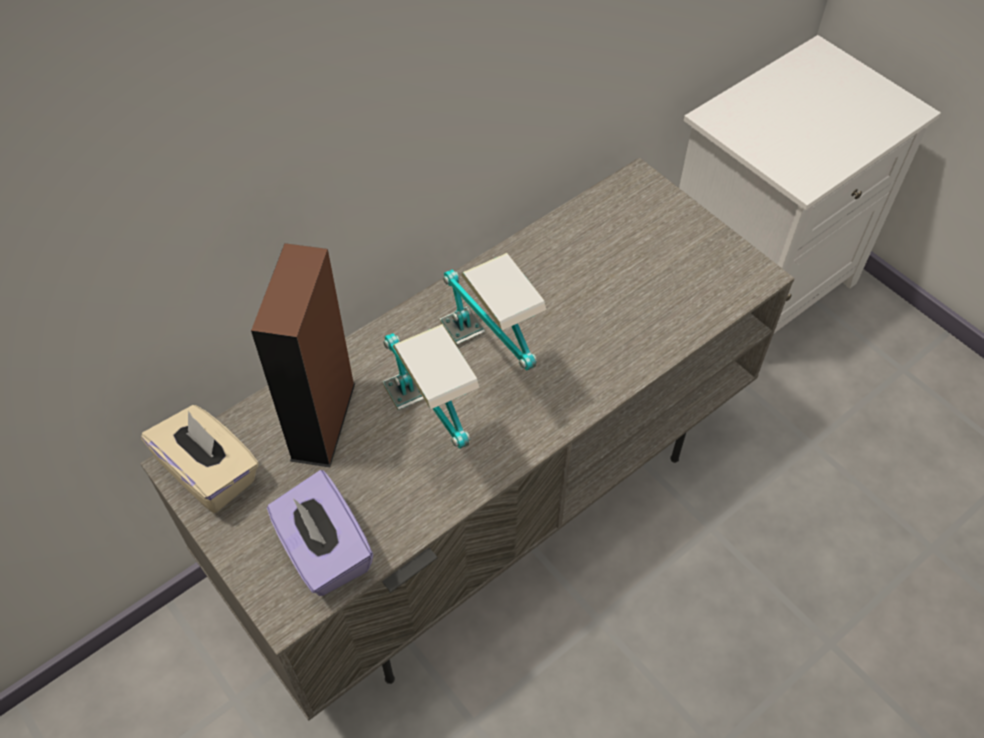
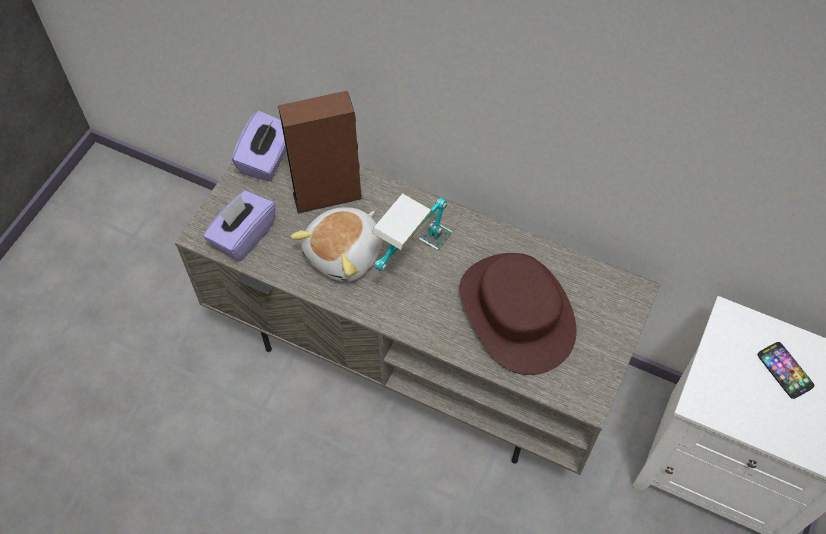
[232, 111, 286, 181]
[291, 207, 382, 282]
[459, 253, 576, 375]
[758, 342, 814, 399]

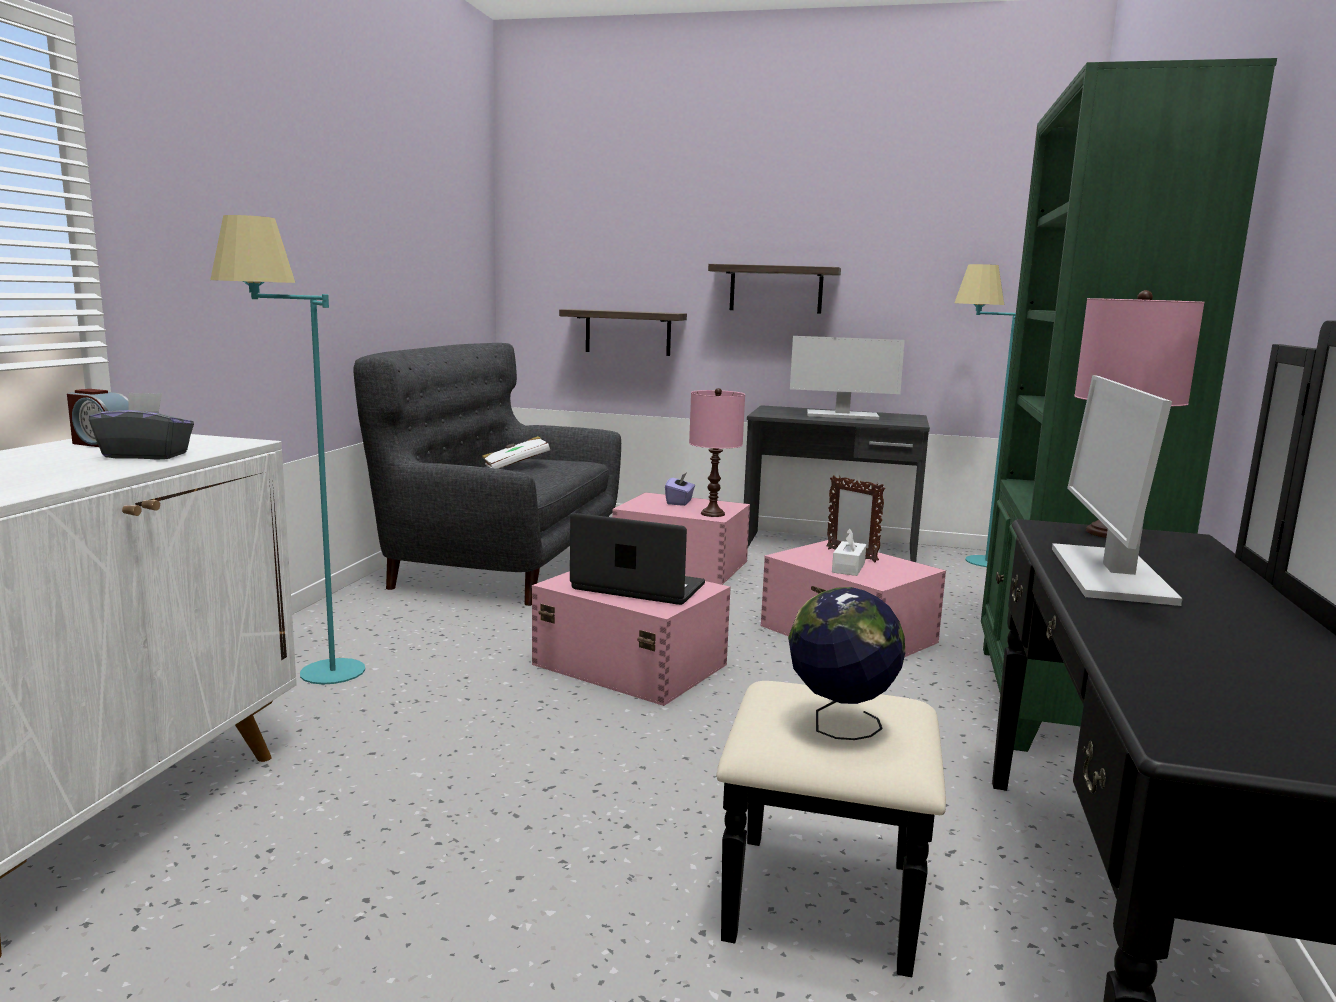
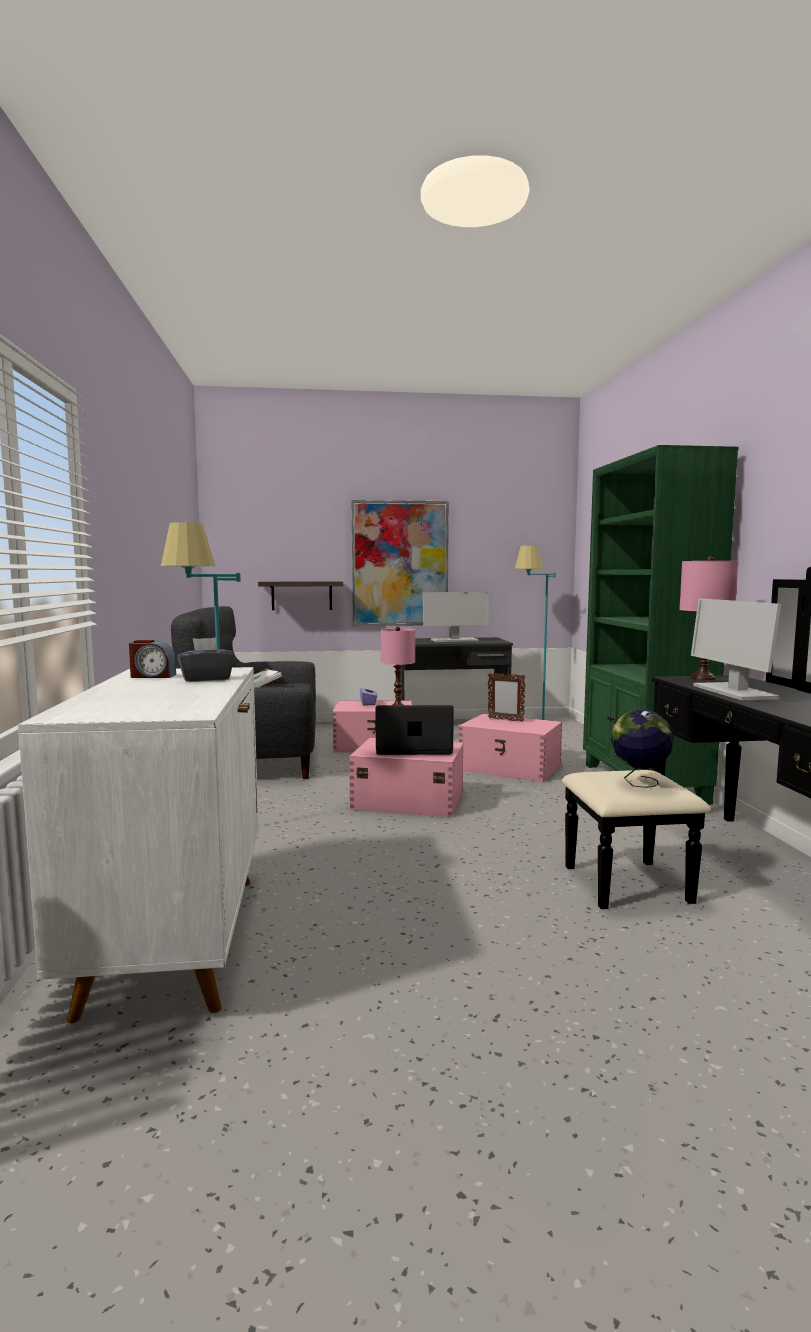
[352, 500, 449, 626]
[832, 528, 866, 576] (first image)

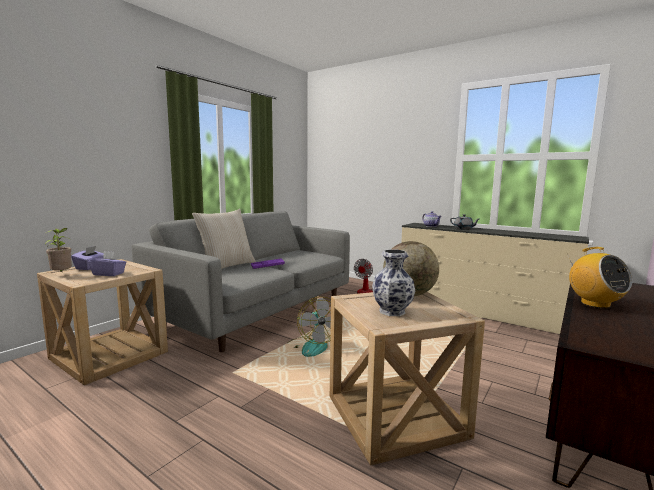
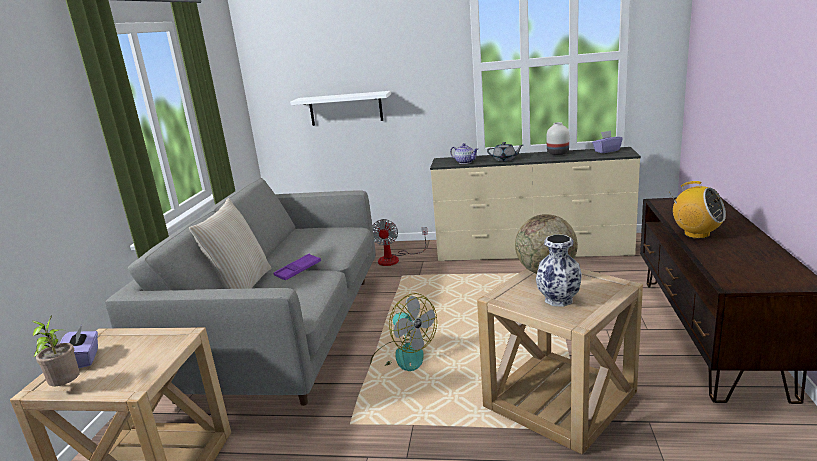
[290, 91, 391, 126]
[547, 122, 569, 155]
[592, 131, 623, 153]

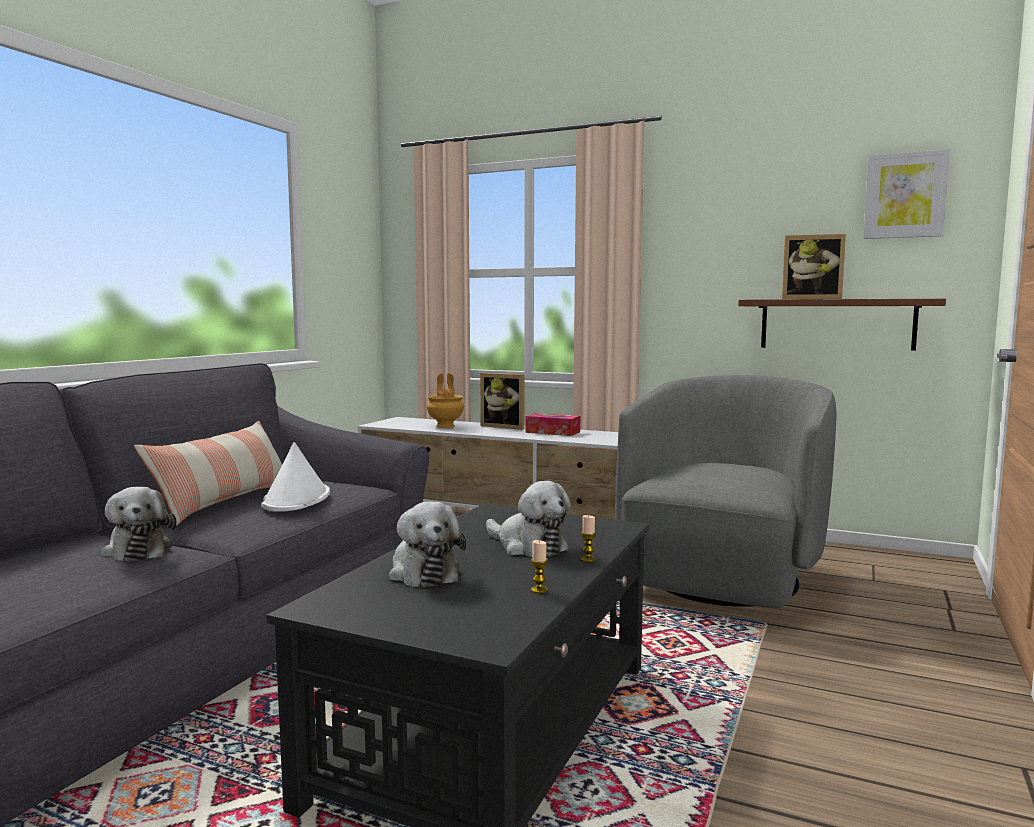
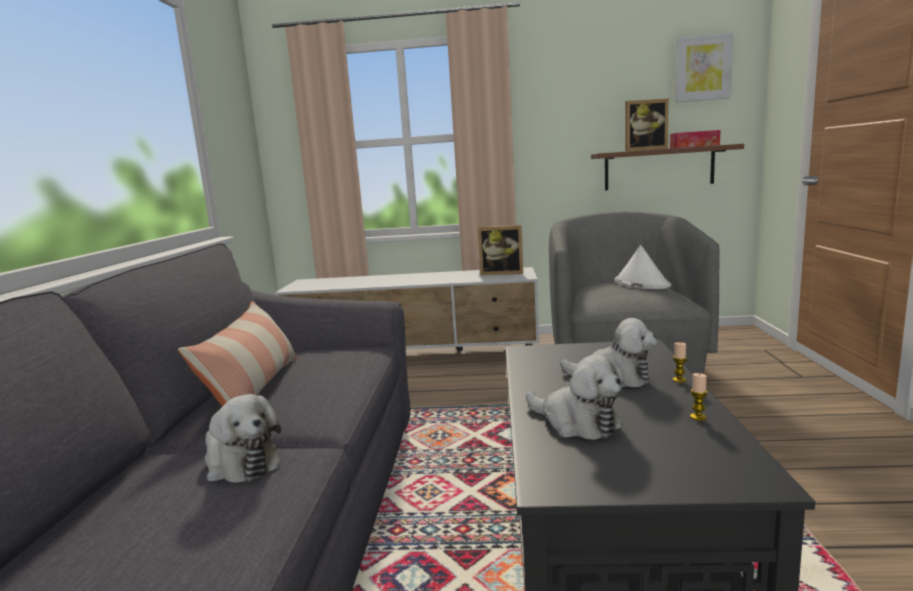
[478, 225, 523, 275]
[614, 245, 671, 289]
[670, 130, 720, 148]
[426, 373, 464, 428] (first image)

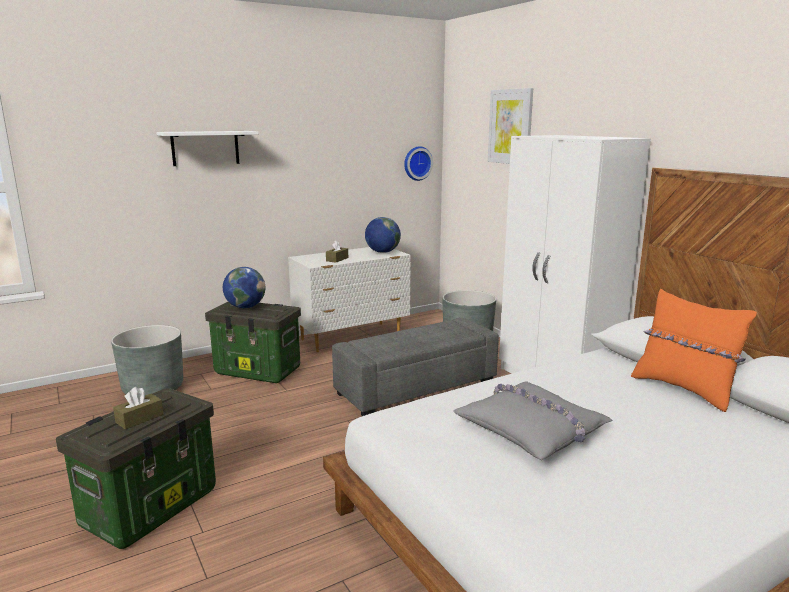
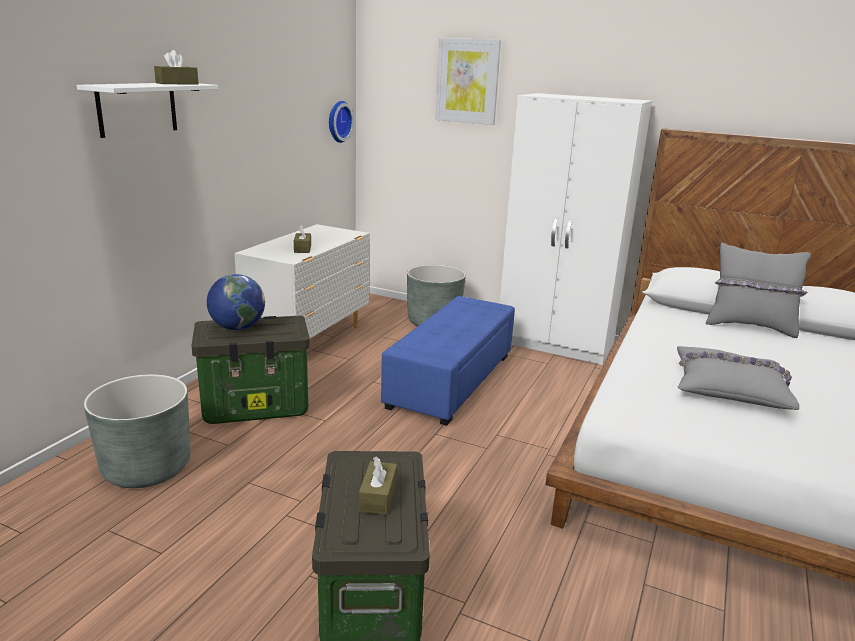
[154, 50, 199, 85]
[381, 296, 515, 426]
[706, 242, 811, 338]
[365, 217, 401, 253] (first image)

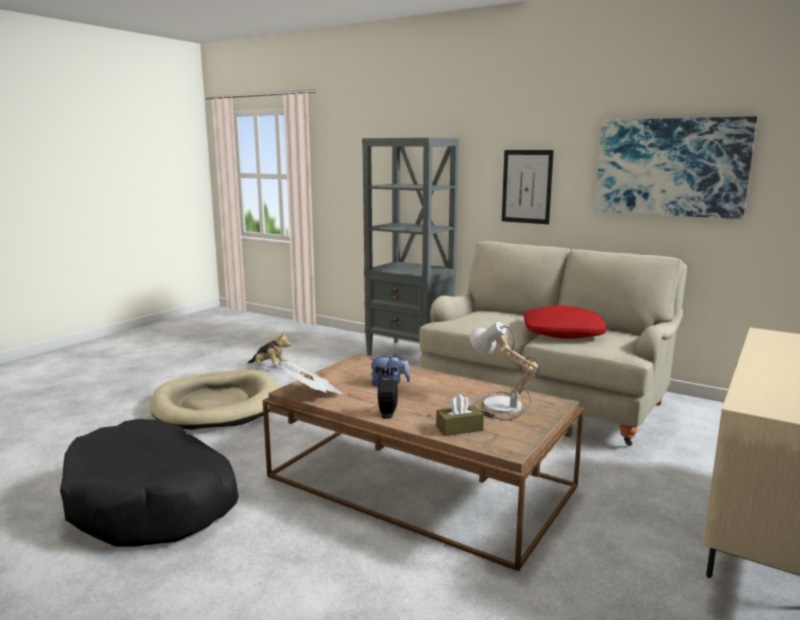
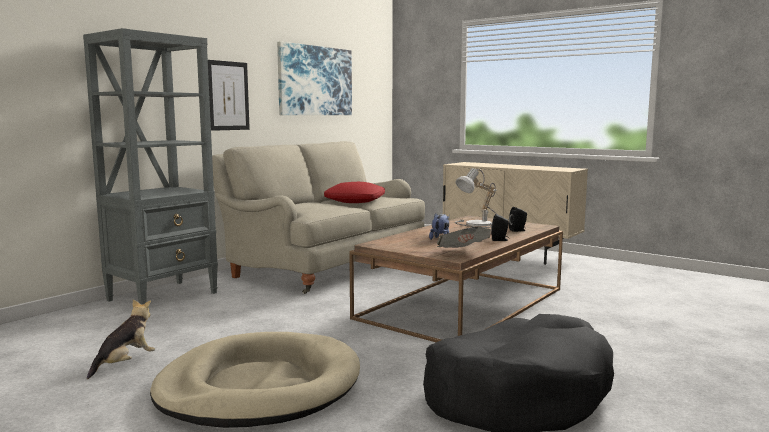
[509, 207, 527, 232]

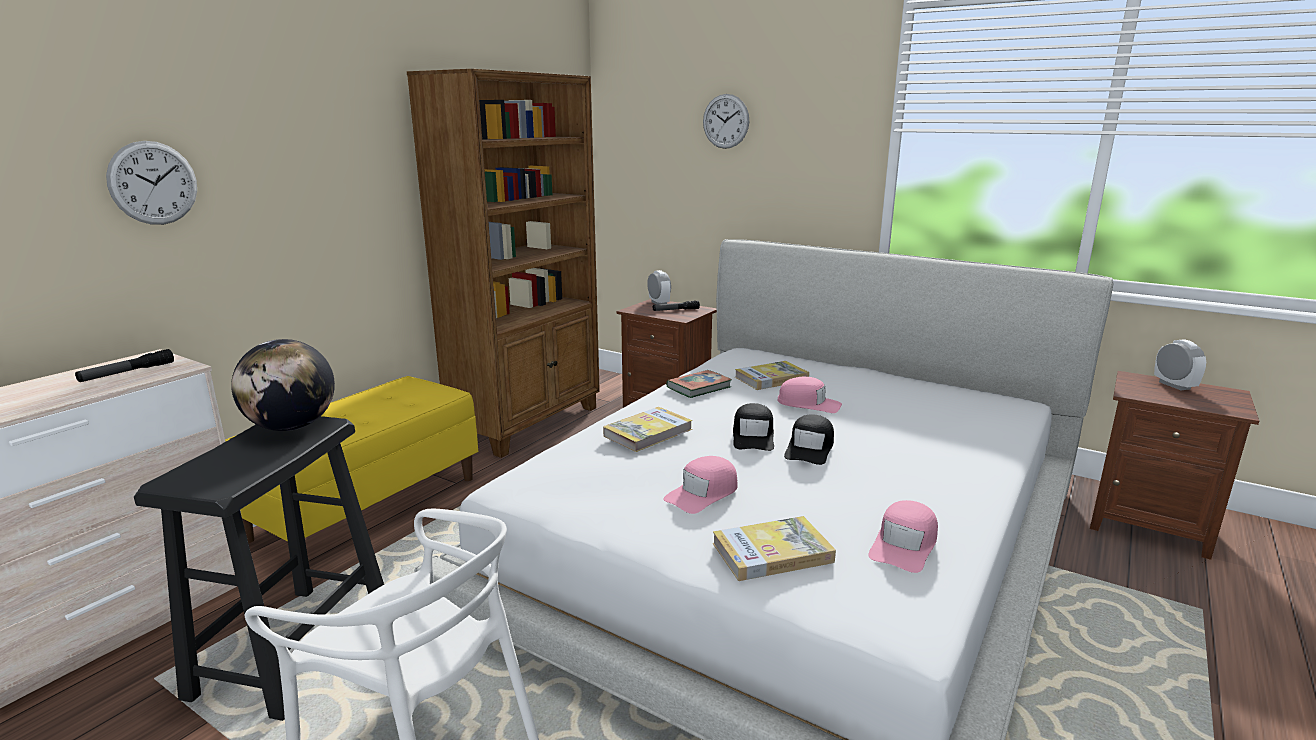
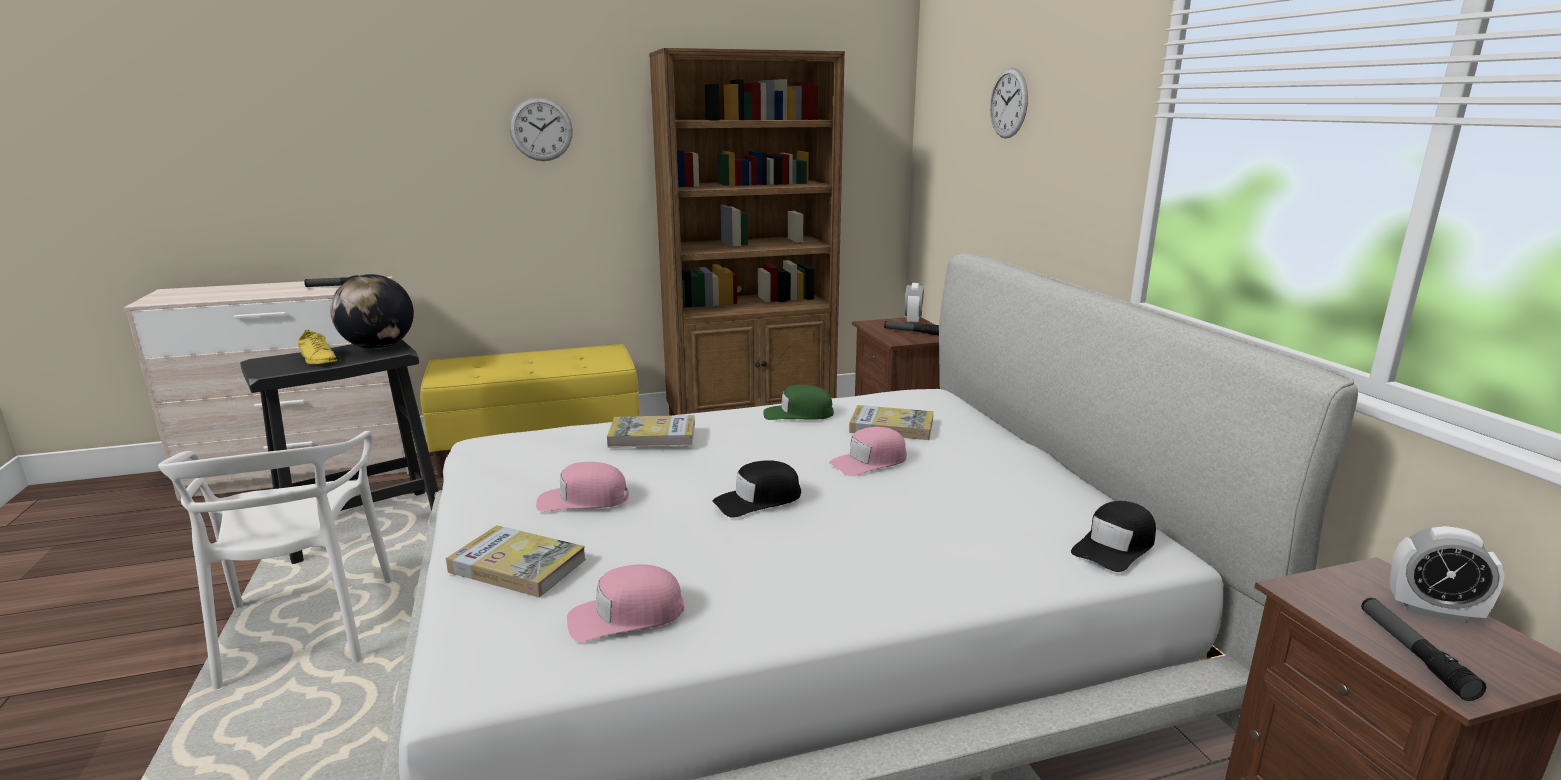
[298, 329, 337, 364]
[509, 97, 573, 161]
[764, 385, 834, 420]
[829, 427, 907, 476]
[1071, 501, 1156, 572]
[1361, 598, 1486, 701]
[1390, 526, 1505, 624]

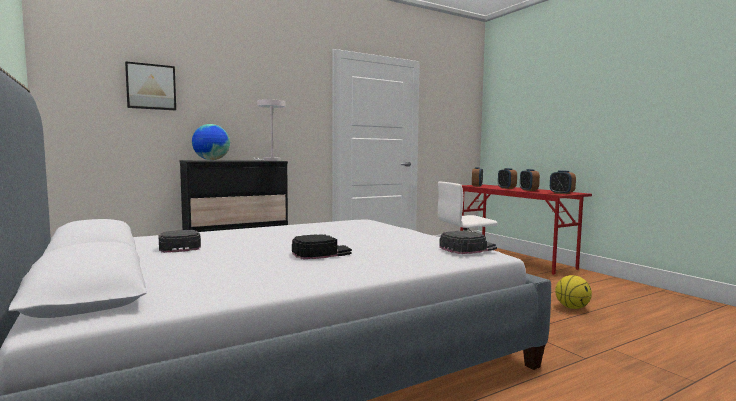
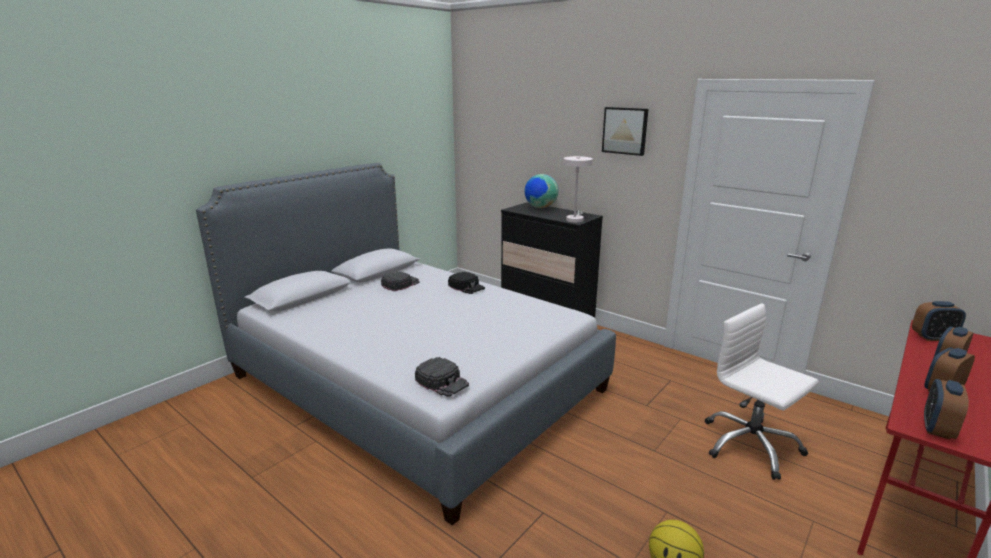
[448, 272, 485, 294]
[602, 107, 648, 156]

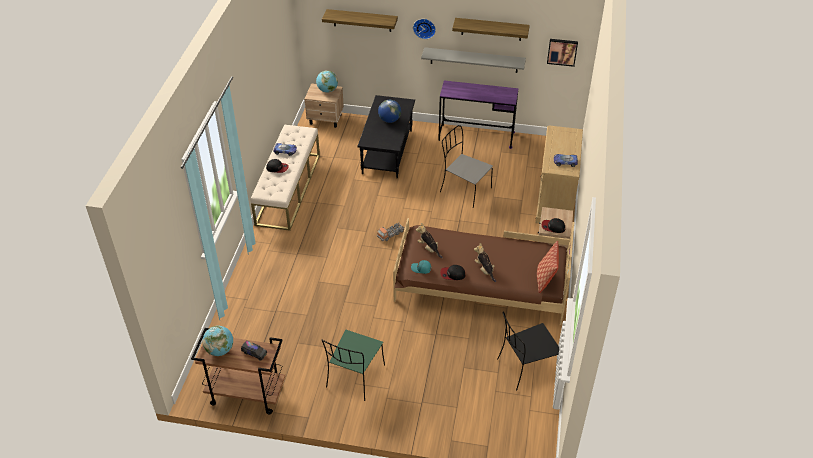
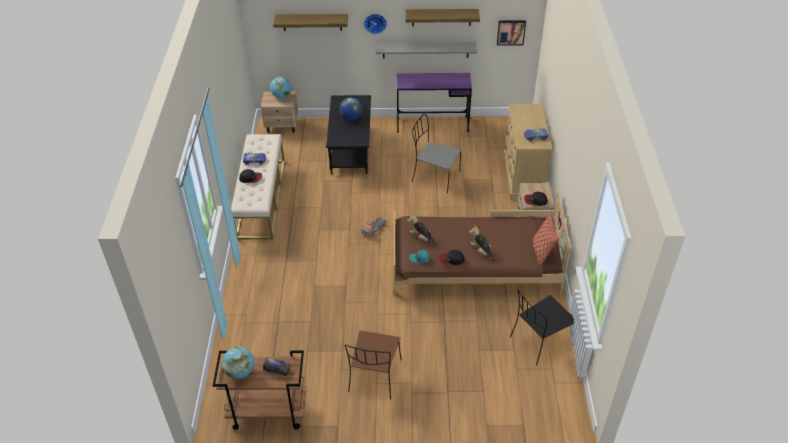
[345, 330, 402, 400]

